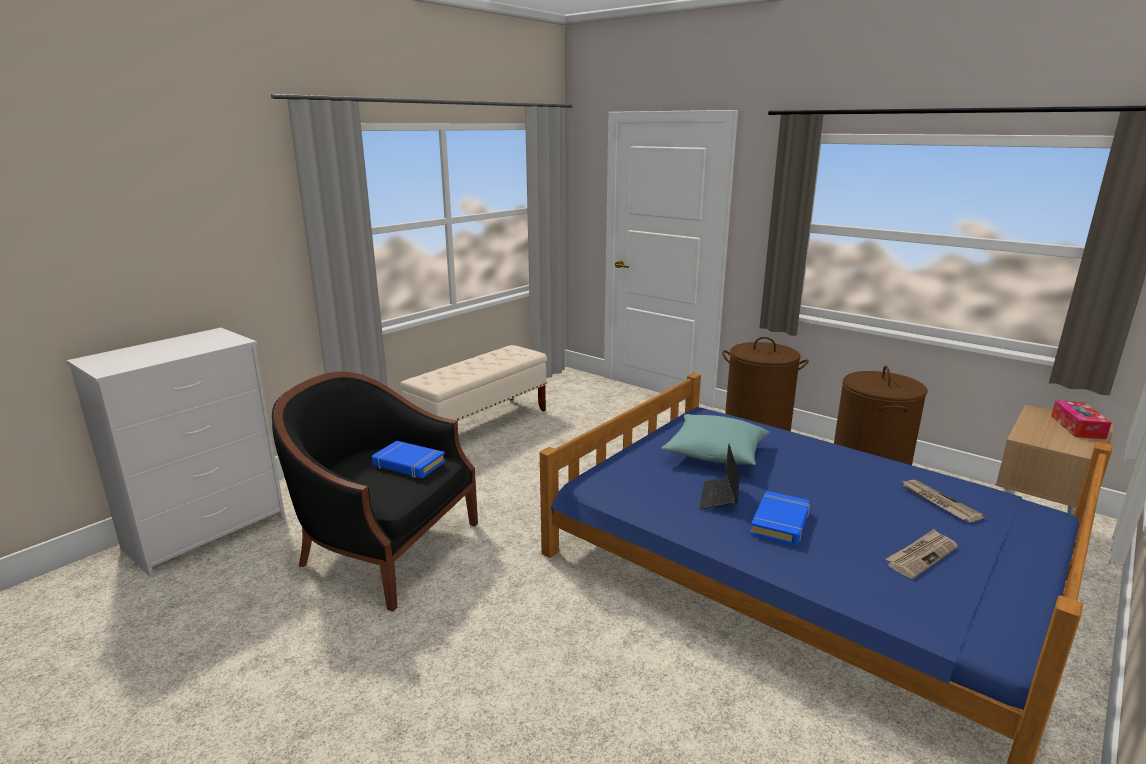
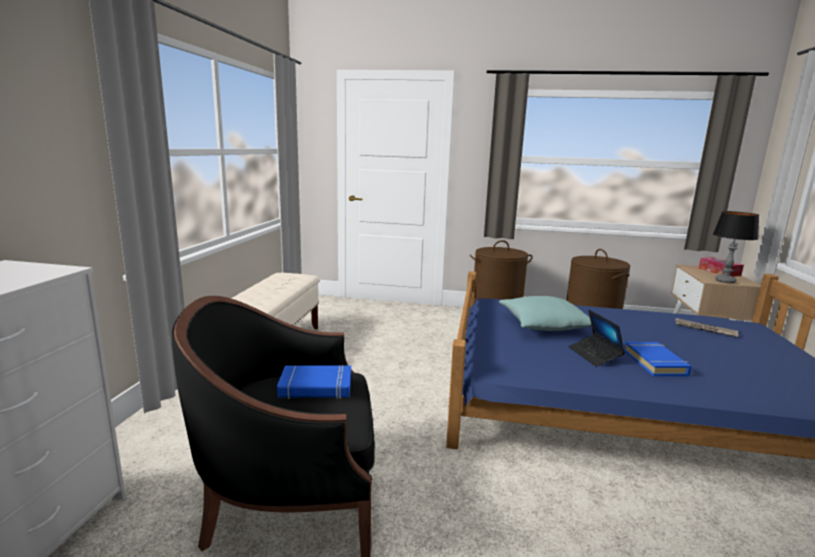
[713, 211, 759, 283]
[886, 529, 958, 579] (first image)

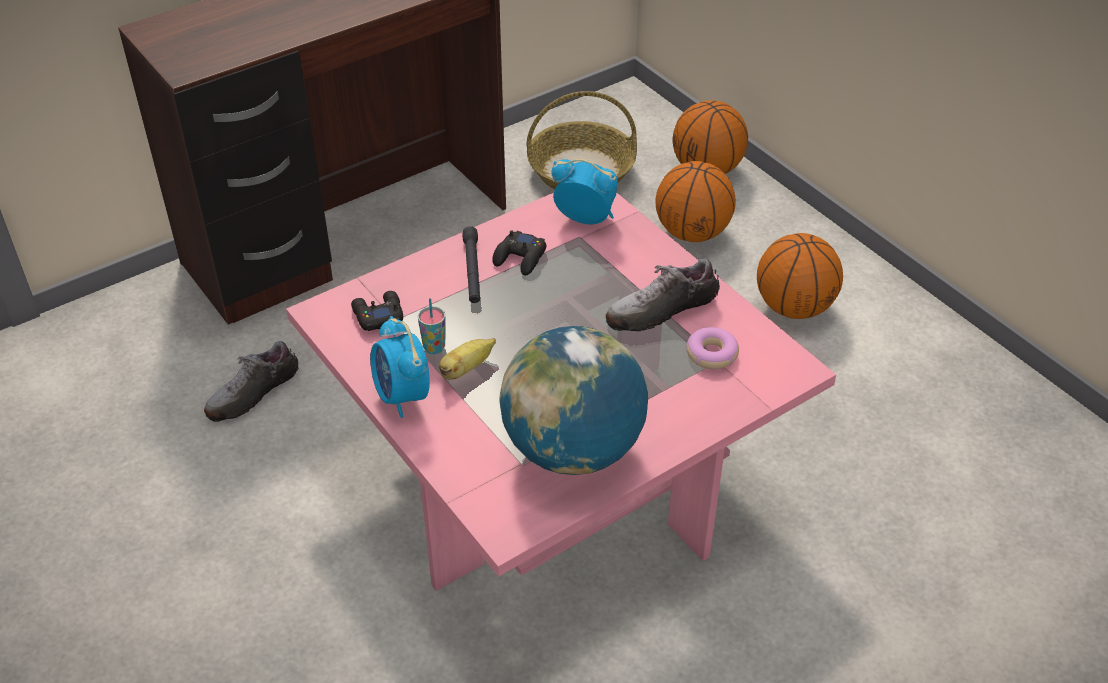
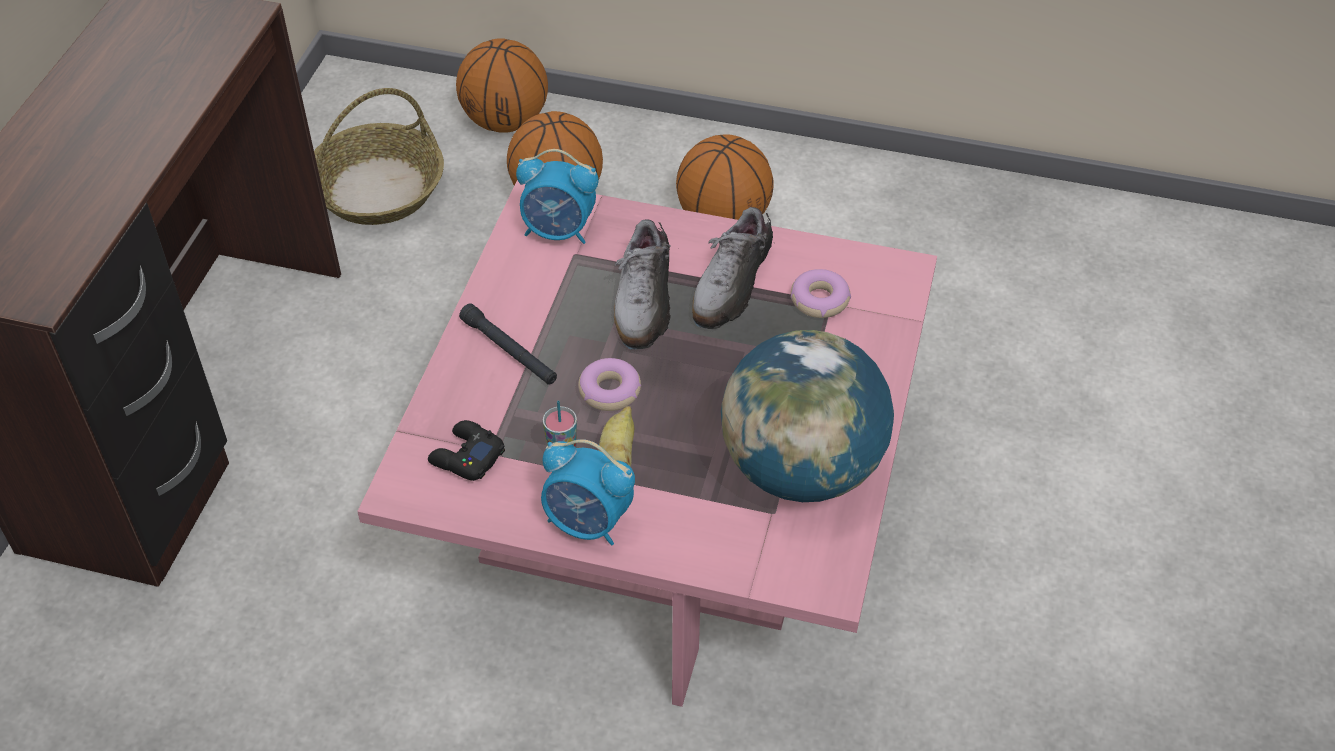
[516, 149, 598, 244]
[578, 358, 641, 411]
[614, 219, 679, 349]
[492, 230, 546, 275] (first image)

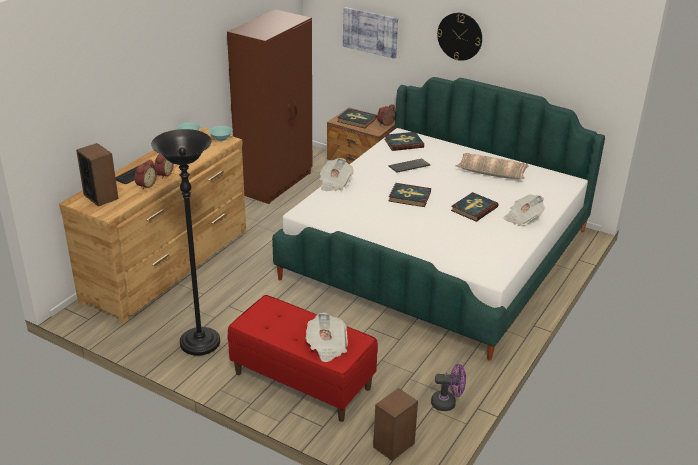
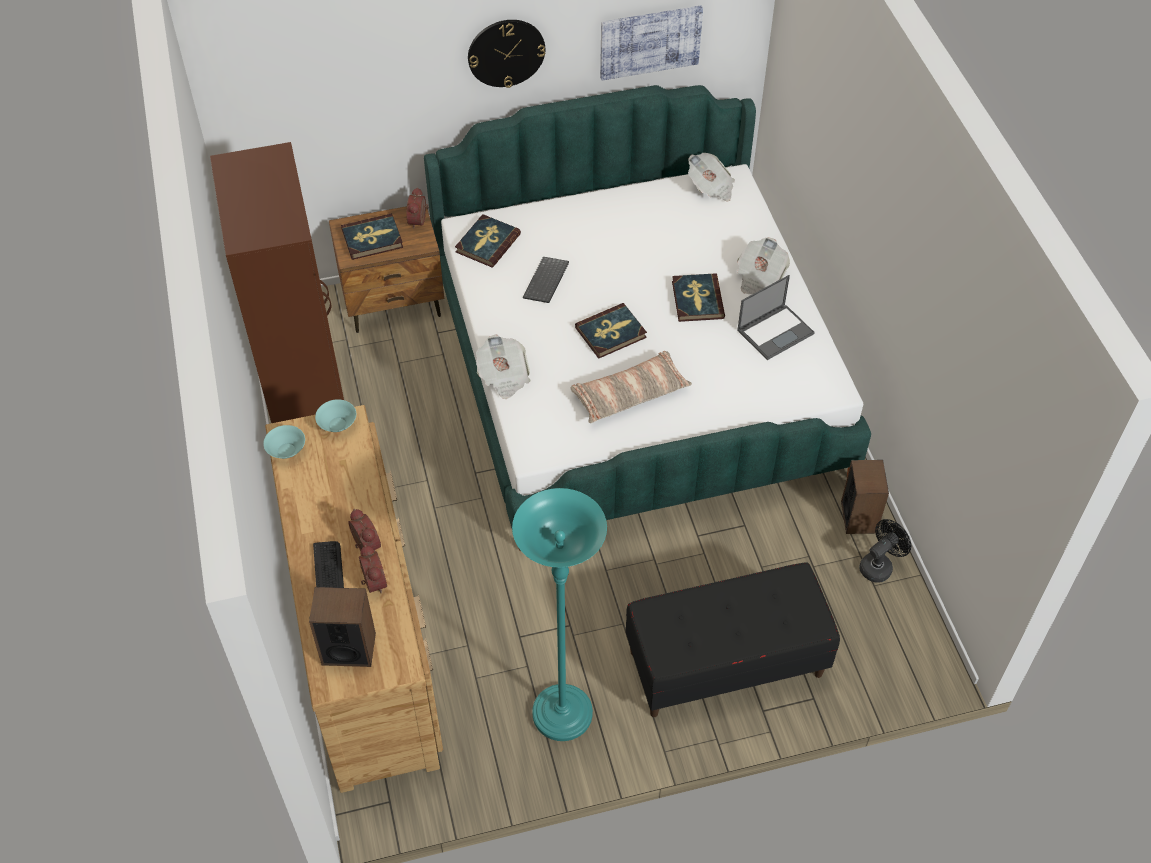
[512, 488, 607, 741]
[570, 351, 692, 423]
[600, 5, 703, 81]
[626, 563, 840, 717]
[688, 153, 735, 201]
[737, 275, 815, 360]
[841, 460, 889, 534]
[859, 519, 911, 583]

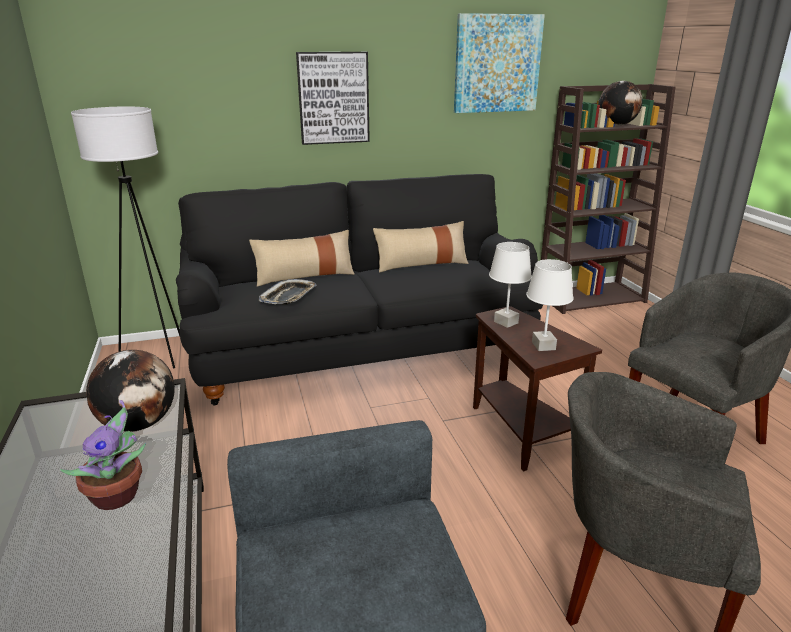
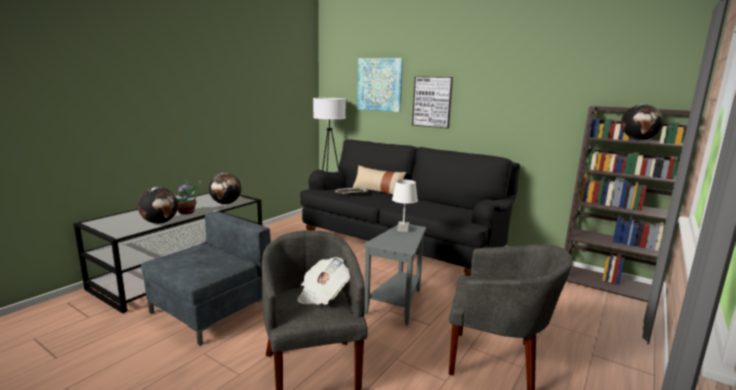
[138, 187, 178, 224]
[297, 257, 350, 305]
[357, 58, 403, 112]
[363, 224, 426, 326]
[373, 221, 469, 273] (first image)
[526, 259, 574, 351] (first image)

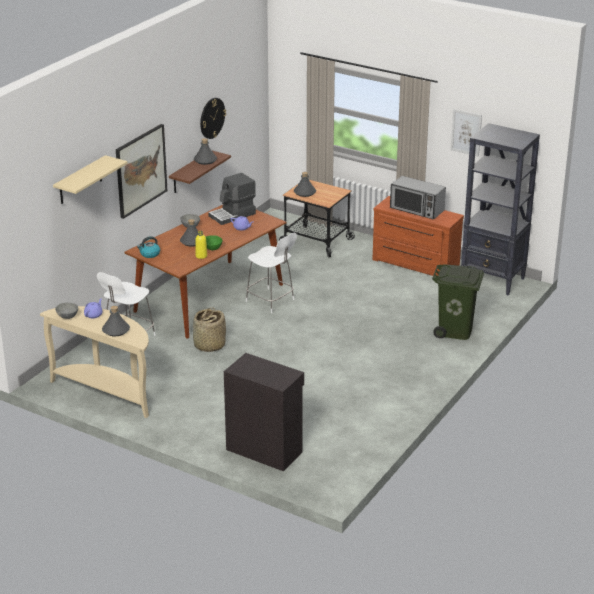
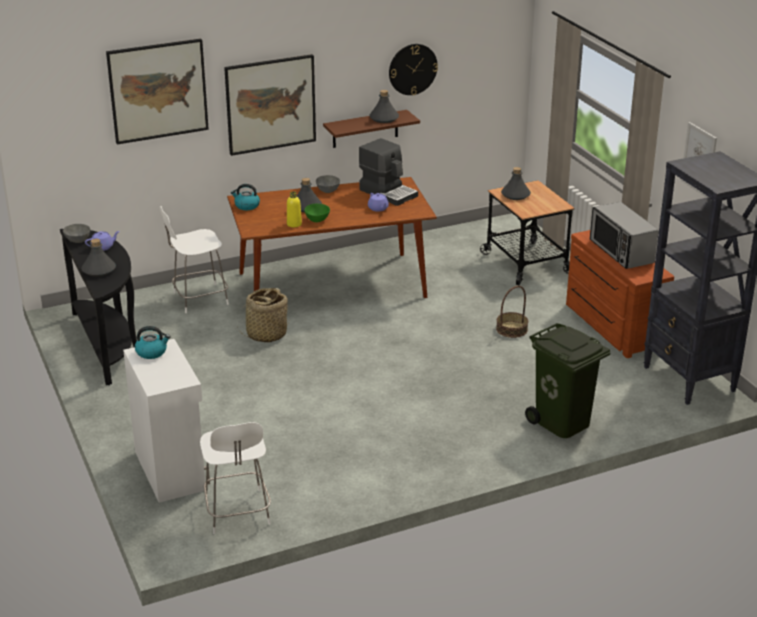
[60, 229, 137, 385]
[106, 39, 209, 144]
[123, 339, 210, 503]
[135, 326, 171, 359]
[200, 422, 271, 534]
[359, 138, 418, 206]
[496, 286, 528, 338]

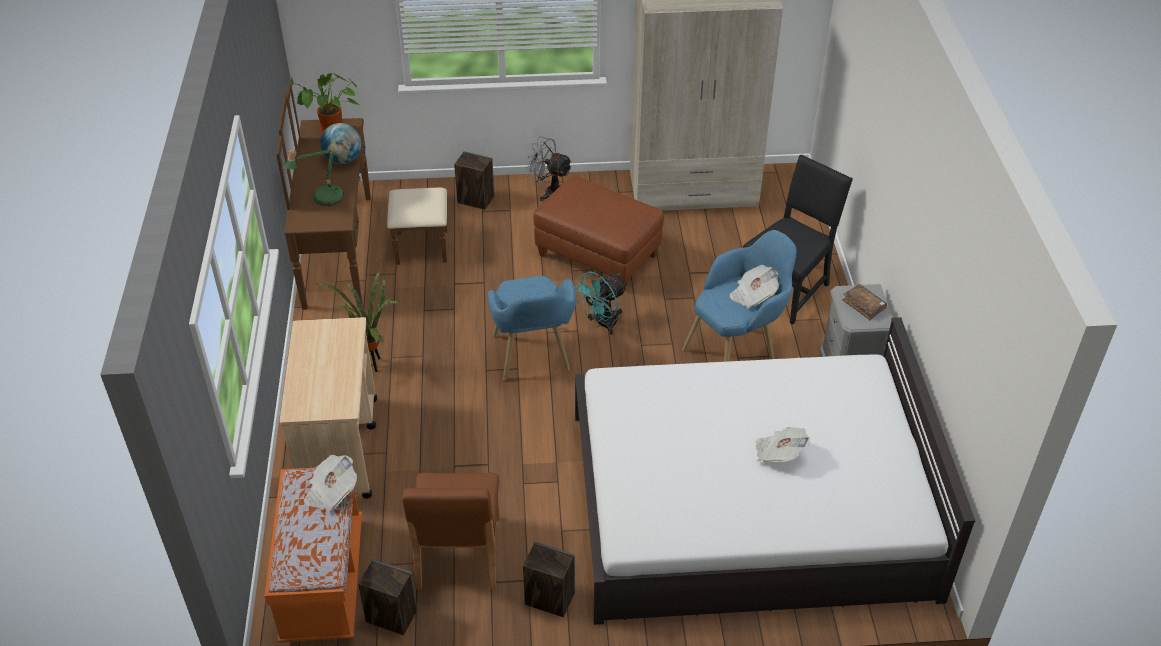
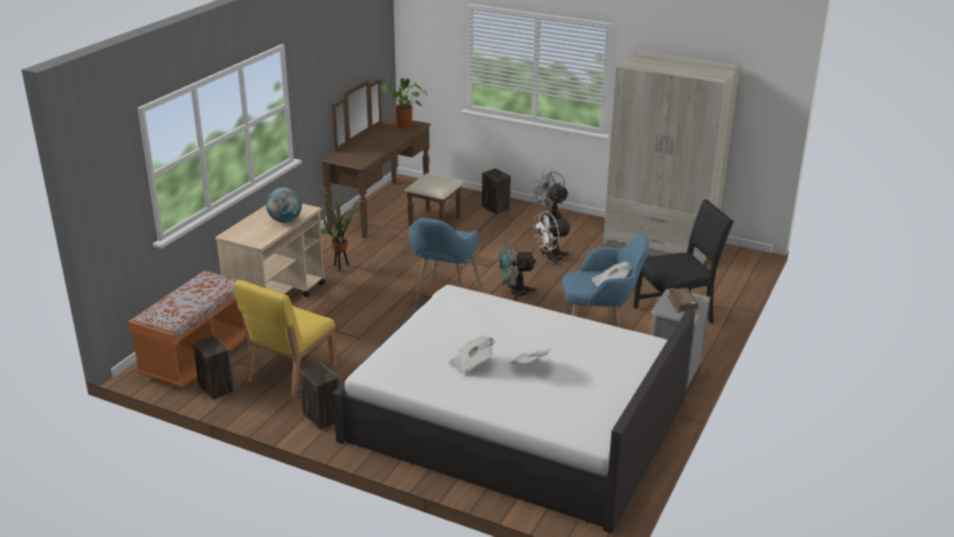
[233, 280, 337, 400]
[266, 187, 302, 223]
[449, 335, 495, 373]
[532, 211, 572, 265]
[283, 148, 344, 206] (first image)

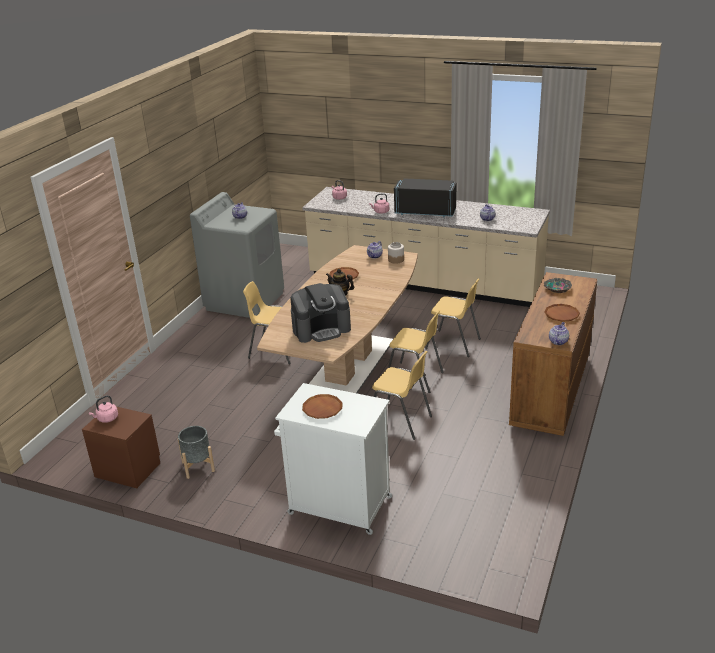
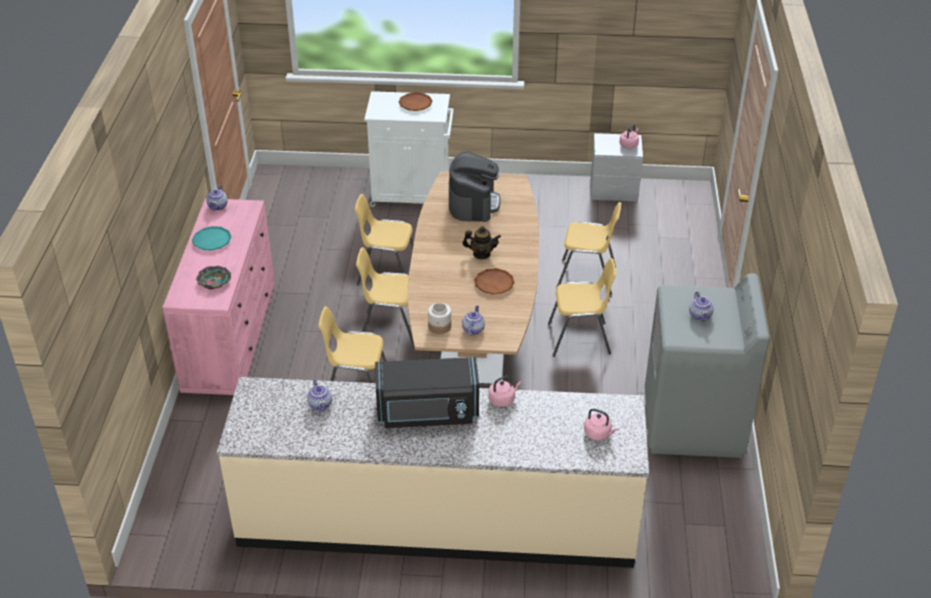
[162, 198, 275, 395]
[192, 226, 232, 251]
[449, 152, 501, 222]
[556, 202, 621, 295]
[591, 133, 643, 202]
[178, 426, 215, 479] (first image)

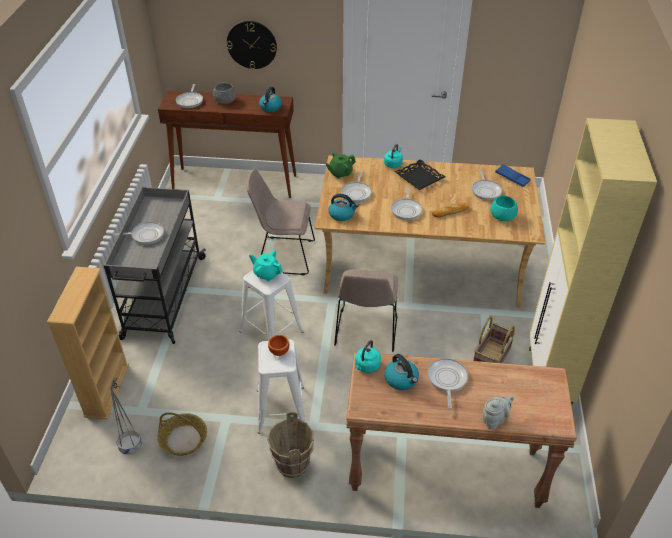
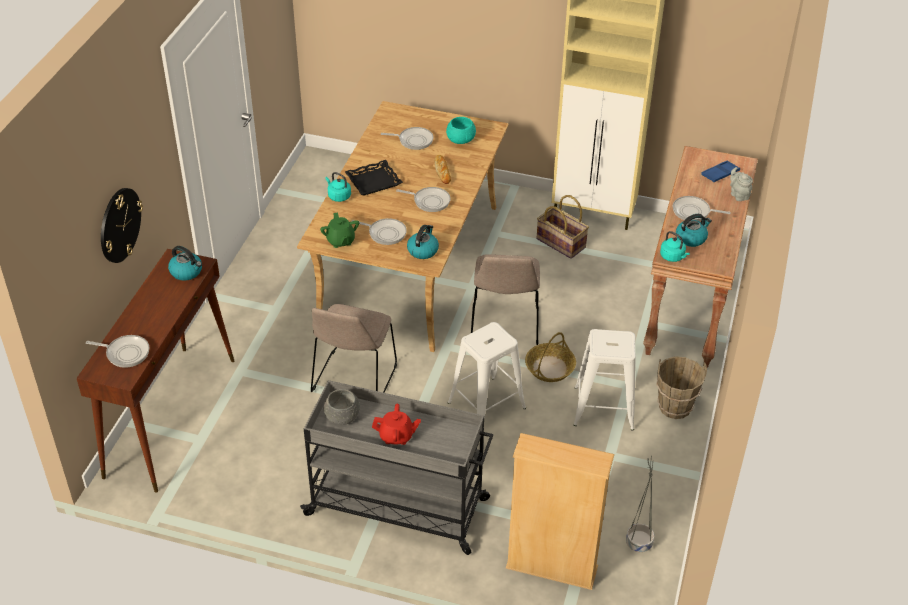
[324, 389, 360, 425]
[372, 404, 421, 445]
[471, 254, 540, 345]
[525, 332, 576, 382]
[701, 160, 740, 182]
[249, 250, 283, 281] (first image)
[268, 335, 289, 356] (first image)

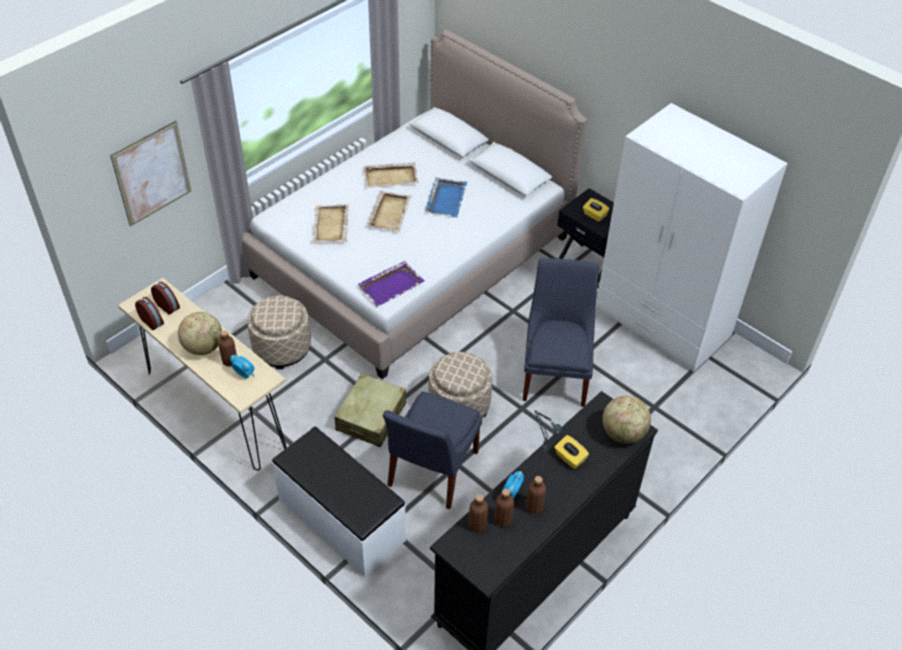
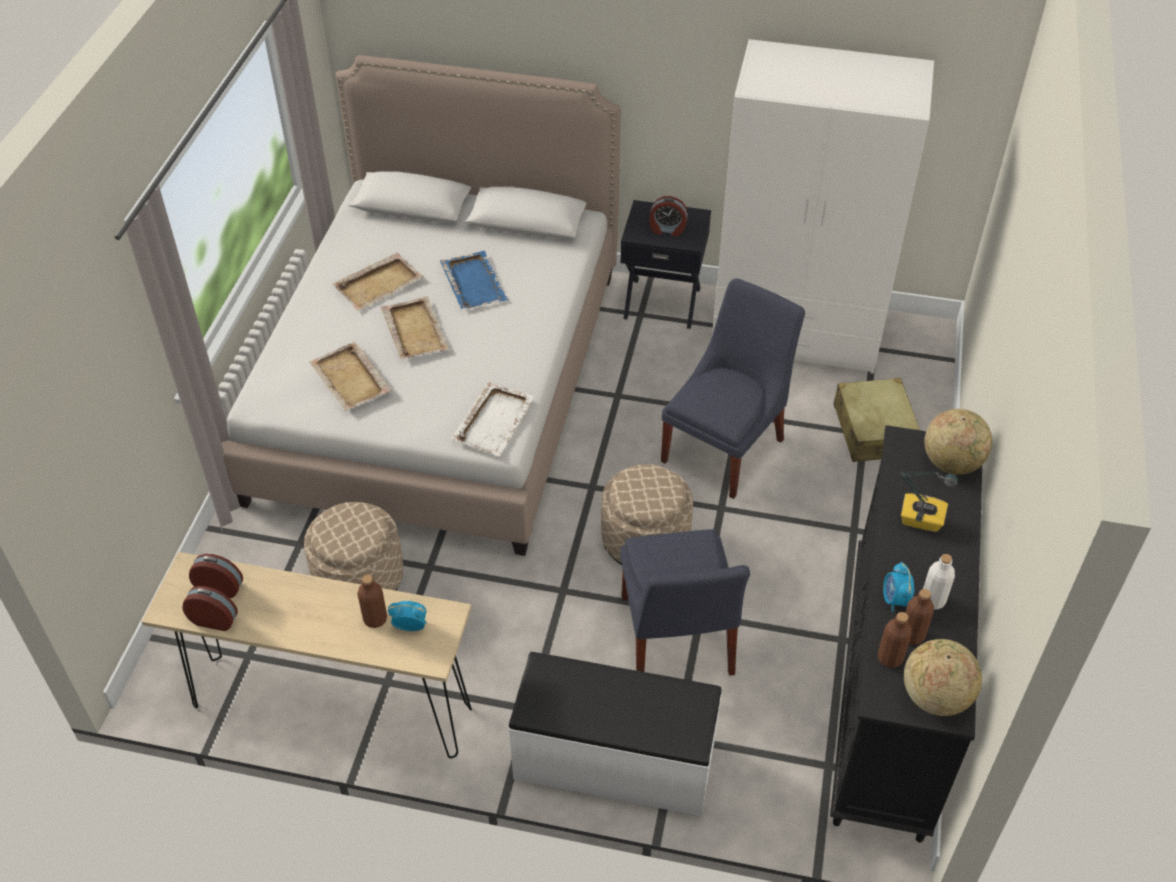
[451, 382, 534, 456]
[649, 196, 688, 236]
[661, 278, 805, 499]
[833, 378, 920, 462]
[904, 639, 982, 716]
[923, 554, 955, 610]
[110, 121, 191, 226] (first image)

